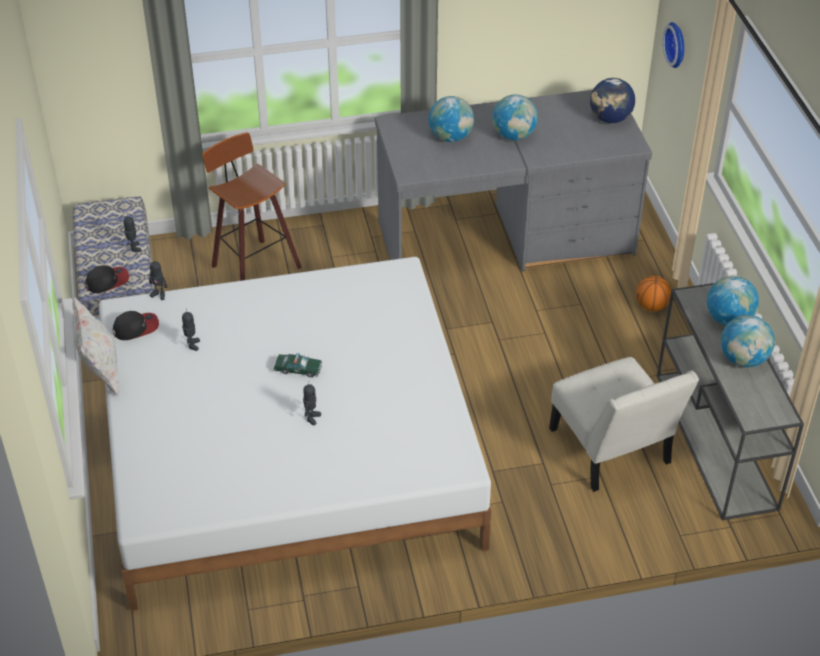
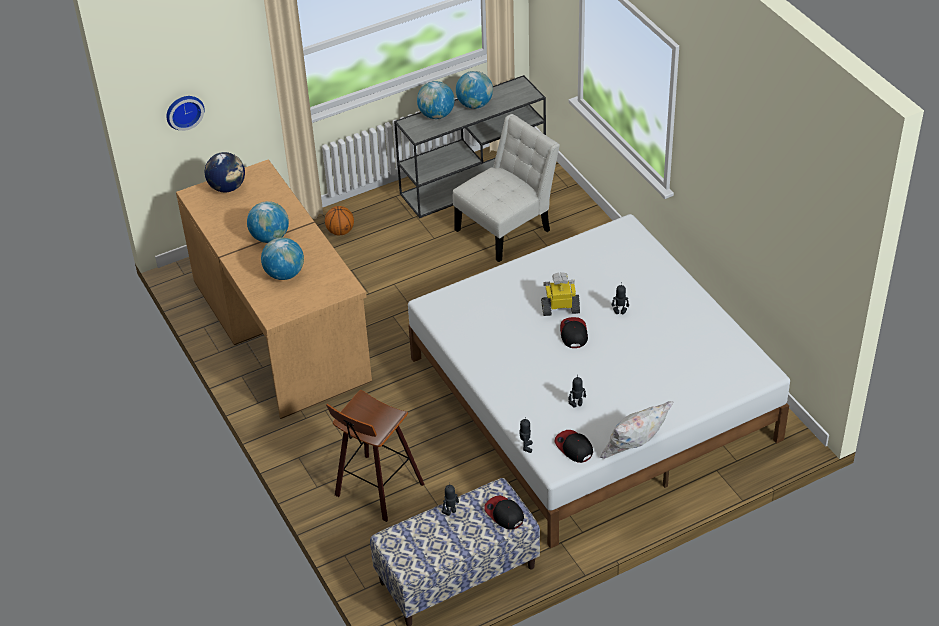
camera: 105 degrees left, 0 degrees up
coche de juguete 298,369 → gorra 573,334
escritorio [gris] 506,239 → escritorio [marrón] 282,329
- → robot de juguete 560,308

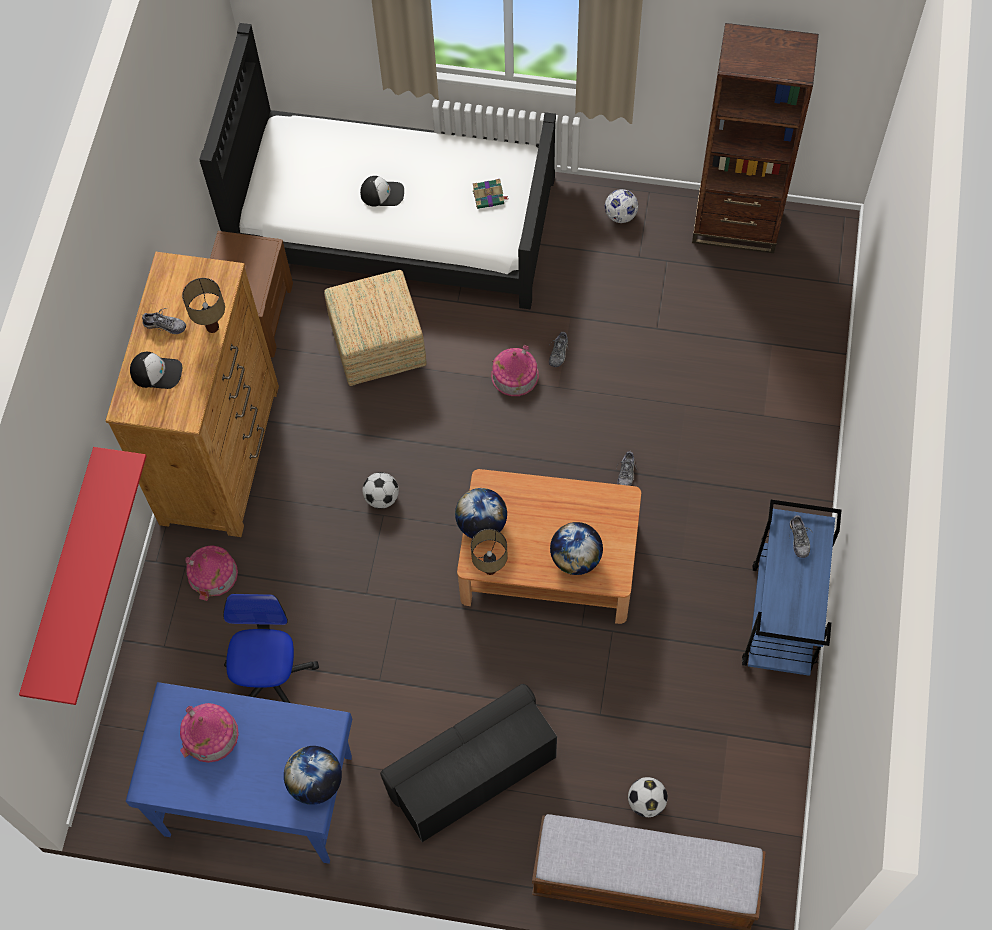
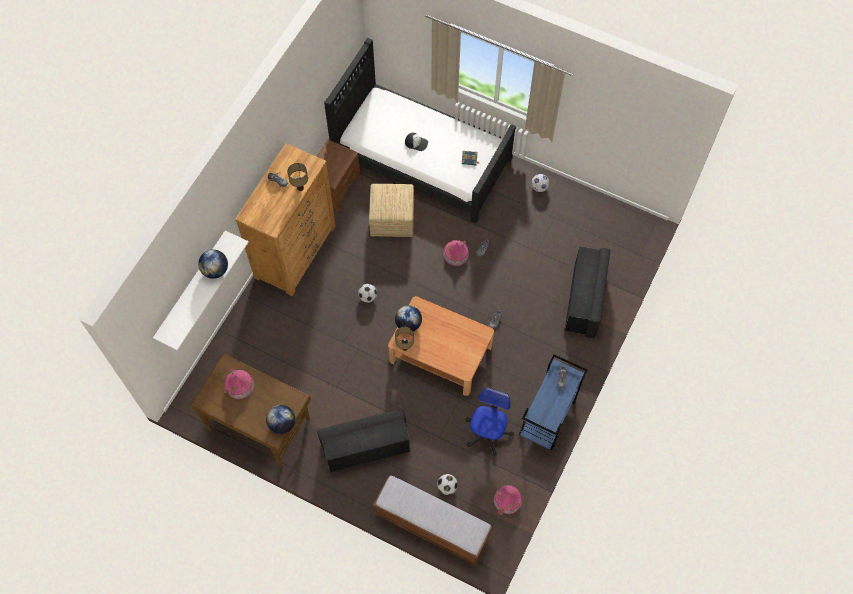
camera: 15 degrees right, 0 degrees up
estante [rojo] 63,575 → estante [blanco] 191,287
escritorio [azul] 258,793 → escritorio [marrón] 259,424
gorra 157,372 → -
casita 212,573 → casita 507,500, move
silla de oficina 270,676 → silla de oficina 487,432, move
globo terráqueo 575,558 → globo terráqueo 215,270, move
estantería [marrón] 736,224 → -
- → puf [negro] 584,299

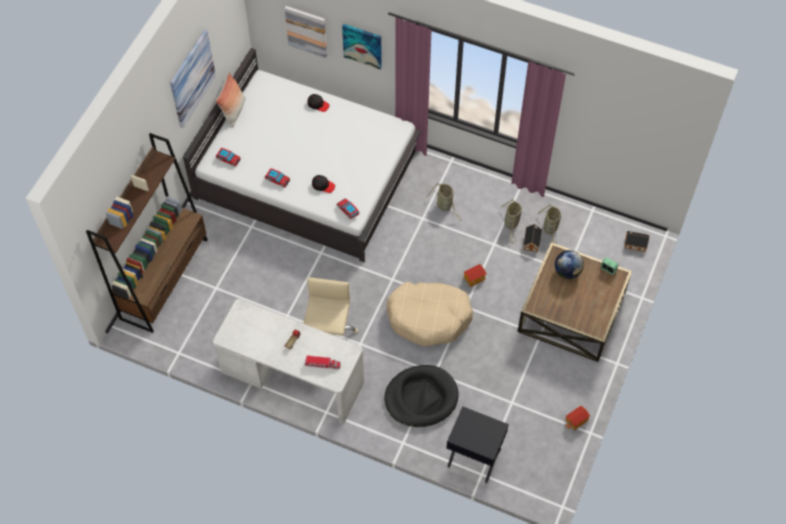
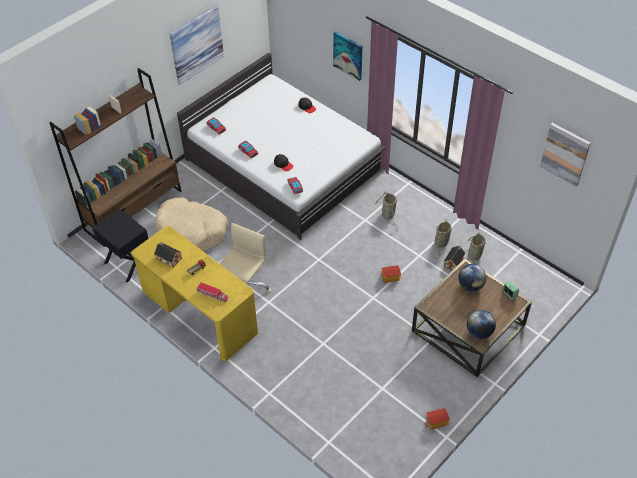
camera: 20 degrees right, 10 degrees down
escritorio [blanco] 292,378 → escritorio [amarillo] 198,312
cojín 234,111 → -
cuadro 307,31 → cuadro 565,154, move
cama para perro [negro] 421,397 → -
cama para perro [beis] 429,317 → cama para perro [beis] 192,231, move
mesita de noche [negro] 474,458 → mesita de noche [negro] 128,263, move
casita 634,243 → casita 168,258, move
- → globo terráqueo 479,332

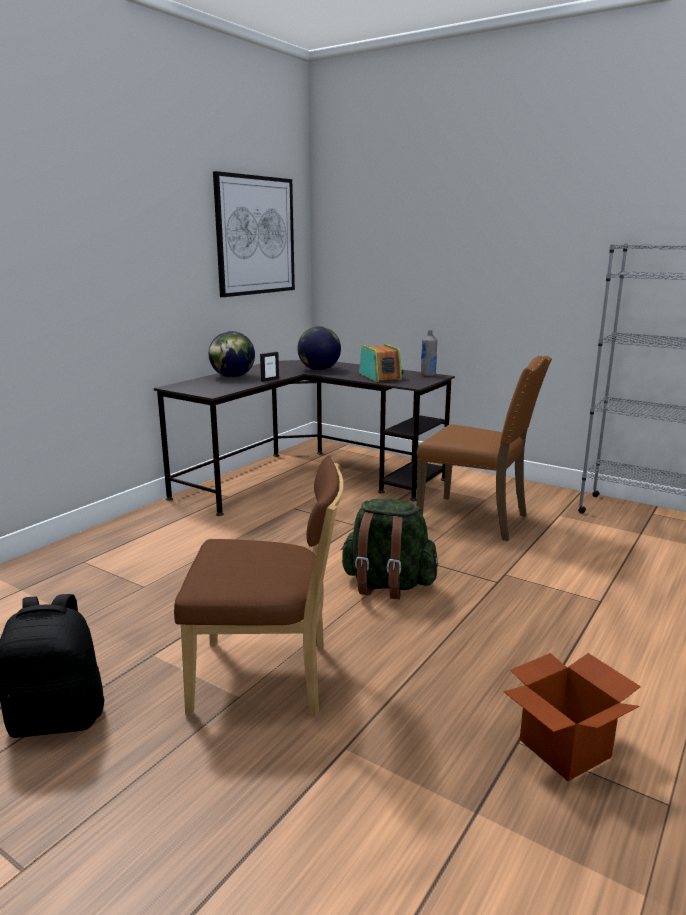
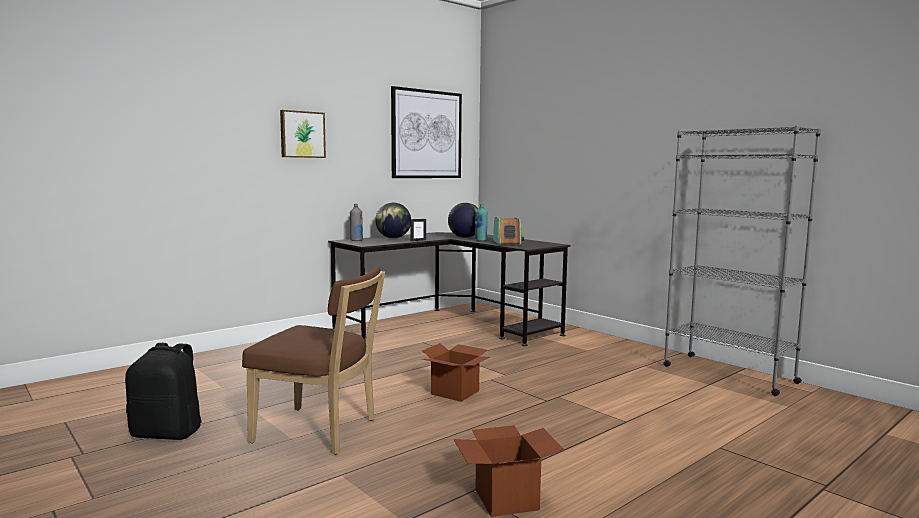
camera: 15 degrees right, 10 degrees down
mochila [verde] 387,585 → caja de cartón 454,392
silla [marrón] 475,519 → -
botella [gris] 428,375 → botella [gris] 356,240, move
- → cuadro 302,134
- → botella [turquesa] 480,240

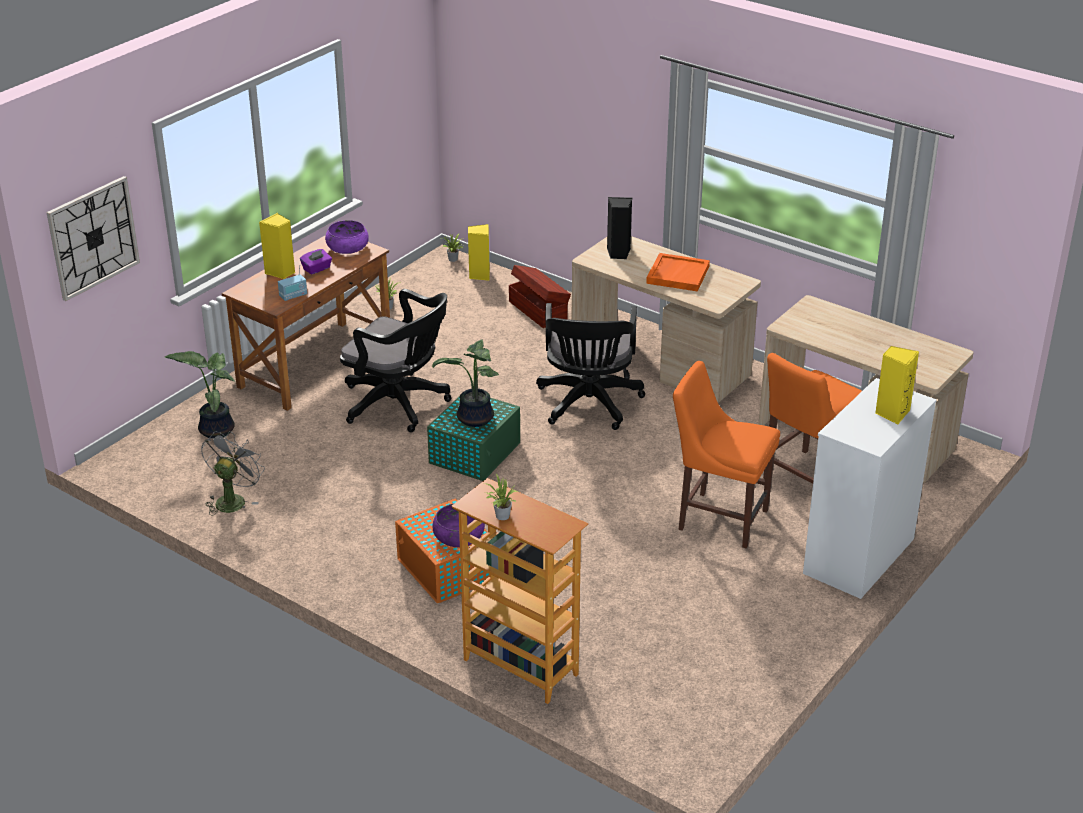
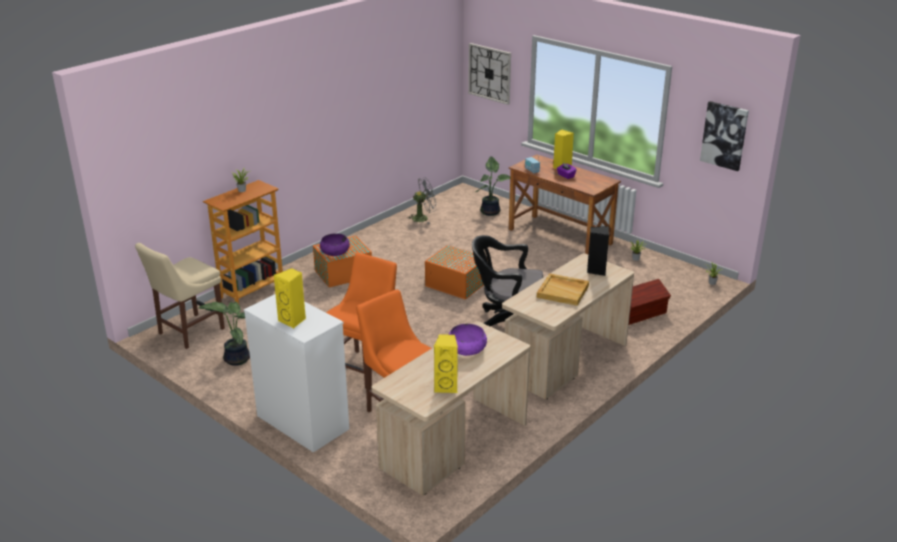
camera: 95 degrees right, 5 degrees down
ventilador [gris] 233,499 → ventilador [gris] 423,218, 45 degrees counterclockwise
cuenco [morado] 347,247 → cuenco [morado] 467,348, move
silla de oficina [negro] 399,405 → -
caja de almacenaje [verde] 475,452 → caja de almacenaje [naranja] 456,284
planta en maceta 474,419 → planta en maceta 235,359, move
altavoz [amarillo] 479,275 → altavoz [amarillo] 446,387, move
bandeja [naranja] 677,274 → bandeja [beis] 563,291
- → silla [beis] 188,332
- → cuadro 724,135

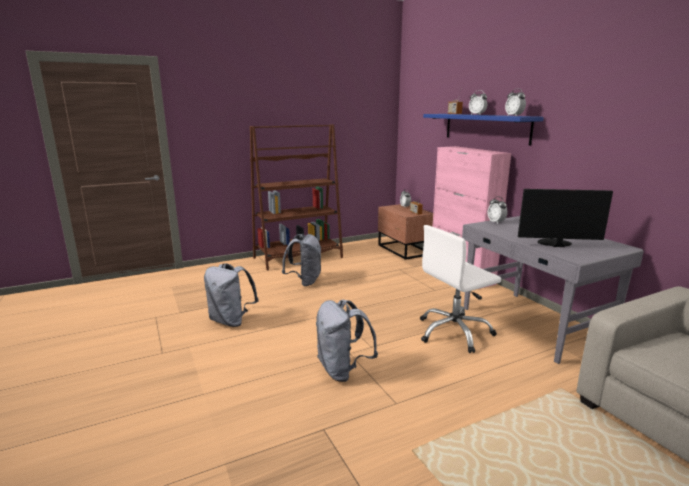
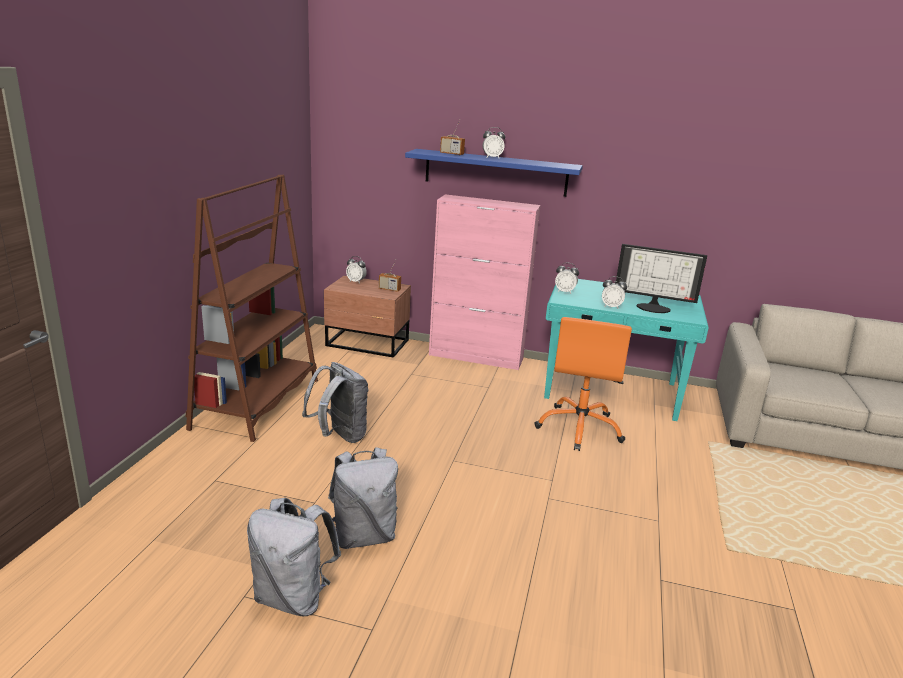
camera: 50 degrees left, 5 degrees up
mochila [gris] 342,370 → mochila [gris] 293,597, move
silla de oficina [blanco] 454,332 → silla de oficina [naranja] 580,428
escritorio [gris] 533,325 → escritorio [turquesa] 612,391
despertador 514,116 → despertador 611,307, move
monitor 554,244 → monitor 654,307, 120 degrees counterclockwise

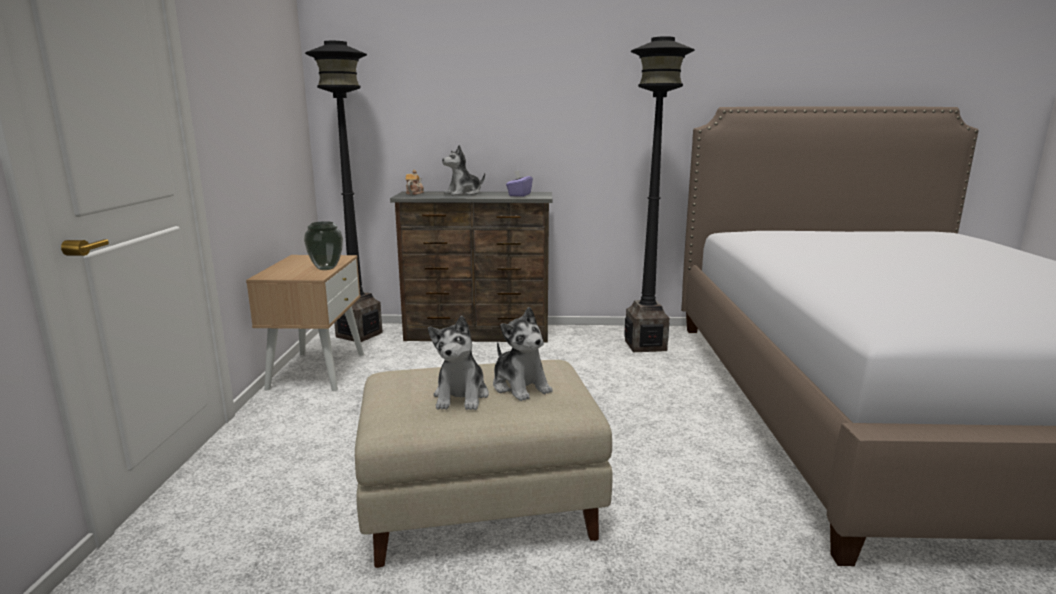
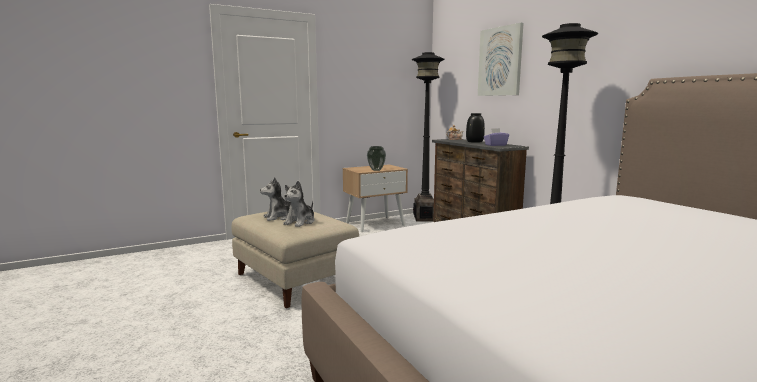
camera: 60 degrees right, 5 degrees down
peluche 464,193 → florero [negro] 475,142
- → cuadro 500,61

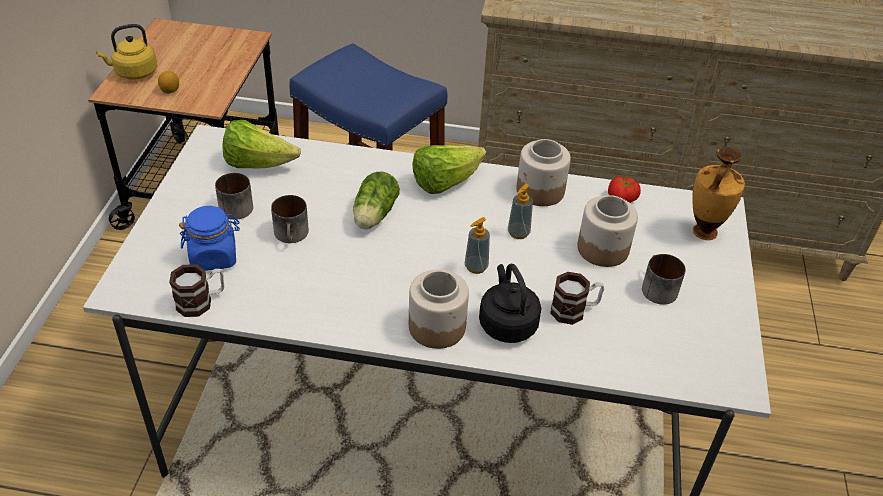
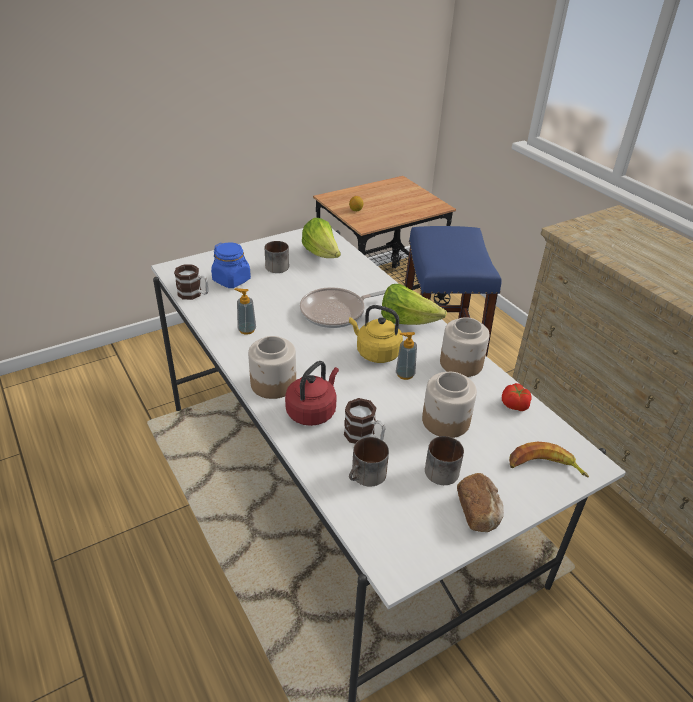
camera: 50 degrees right, 5 degrees down
hervidor [amarillo] 134,73 → hervidor [amarillo] 376,353, move
taza grande 292,235 → taza grande 366,477, move
lechuga 373,216 → sartén 336,312
dispensador de jabón 476,267 → dispensador de jabón 247,330, move
hervidor [negro] 506,323 → hervidor [rojo] 313,411
florero 703,232 → plátano 544,467
- → pan 479,511

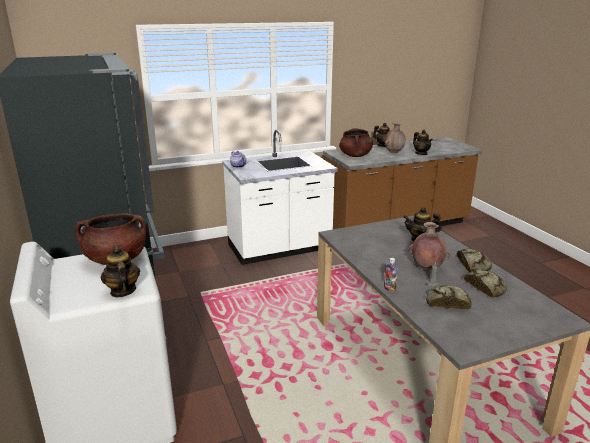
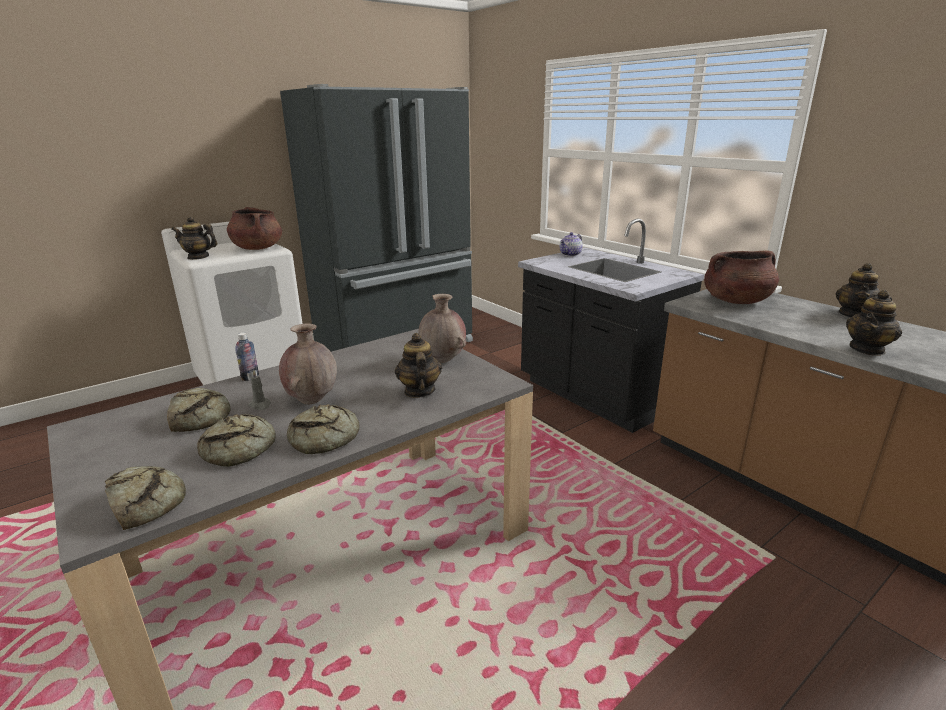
camera: 75 degrees right, 0 degrees up
tetera 122,291 → tetera 198,257, 135 degrees counterclockwise
mueble bajo de cocina [blanco] 279,248 → mueble bajo de cocina [negro] 595,396
florero [marrón] 394,152 → florero [marrón] 443,359, move
- → pan 145,501

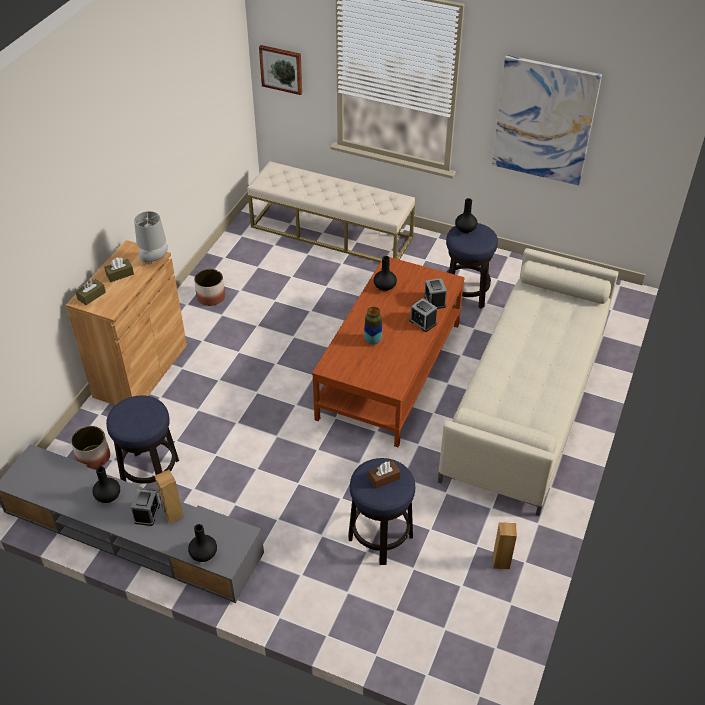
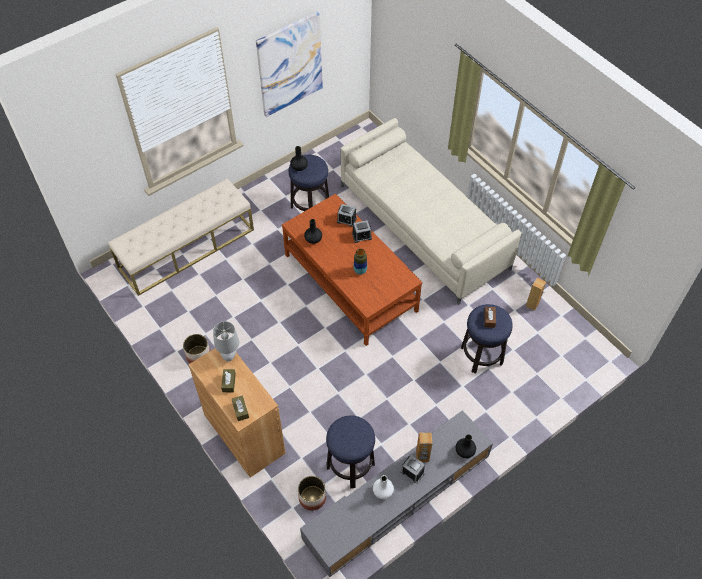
camera: 60 degrees left, 10 degrees up
florero [negro] 108,496 → florero [blanco] 383,491
cuadro 281,69 → -

